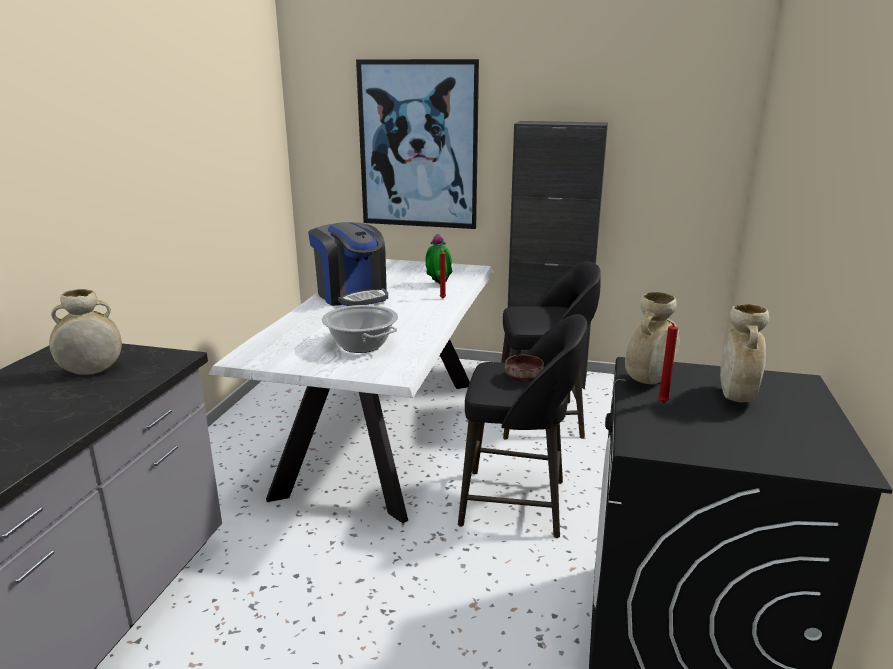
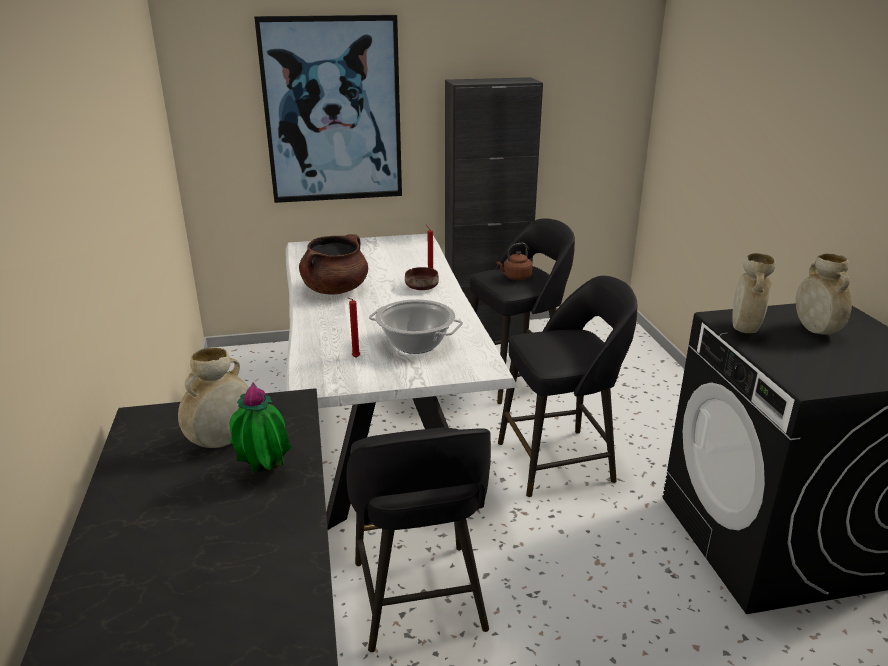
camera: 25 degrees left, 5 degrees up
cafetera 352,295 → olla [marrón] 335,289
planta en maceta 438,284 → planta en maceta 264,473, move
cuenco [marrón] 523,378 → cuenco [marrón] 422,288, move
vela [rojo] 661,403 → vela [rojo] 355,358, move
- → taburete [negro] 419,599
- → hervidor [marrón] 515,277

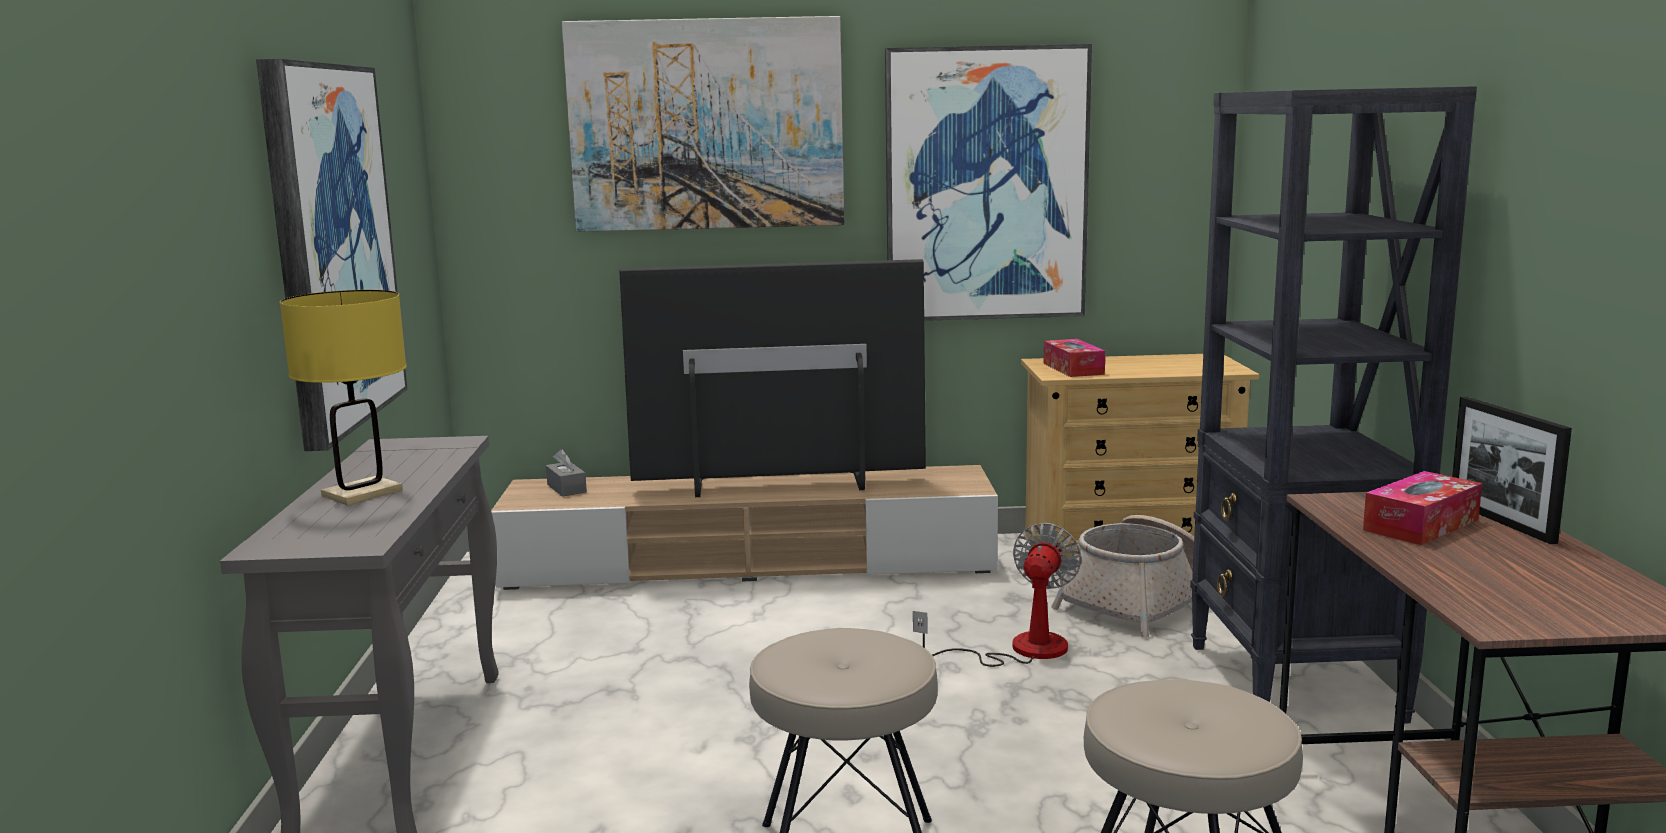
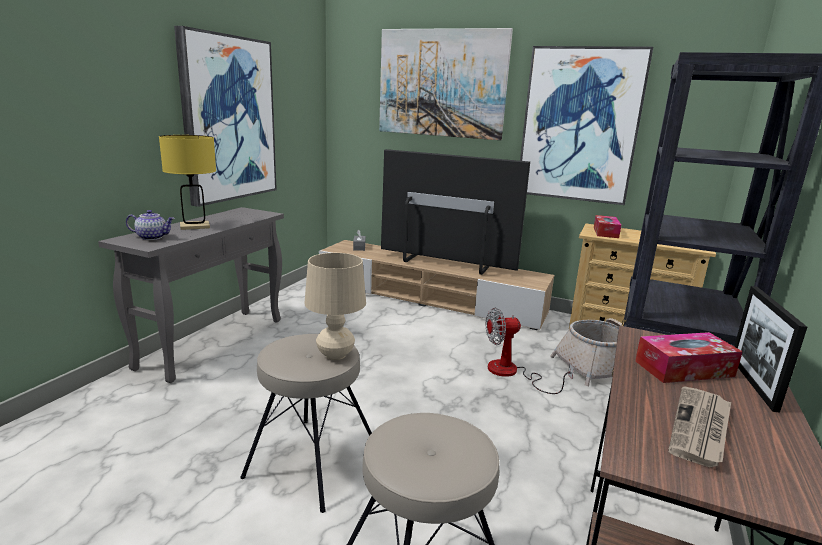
camera: 25 degrees right, 5 degrees up
ventilador 1019,650 → ventilador 512,373, 150 degrees counterclockwise
- → tetera 153,237
- → lámpara de mesa [beis] 335,355
- → periódico 700,428

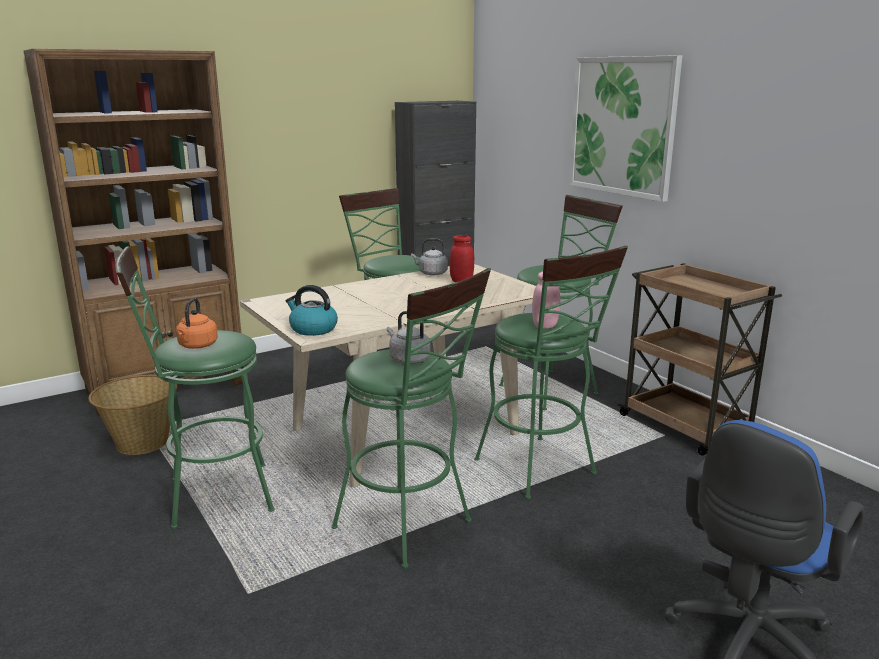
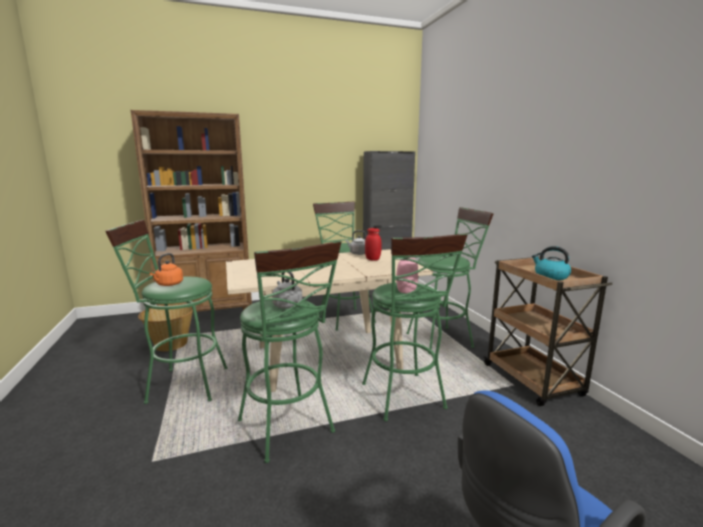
camera: 15 degrees right, 5 degrees down
hervidor 312,329 → hervidor 550,276, move
cuadro 622,126 → -

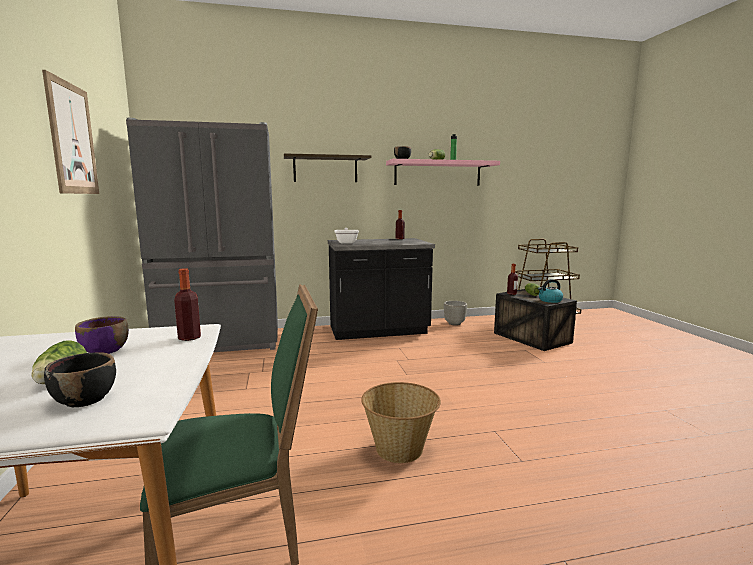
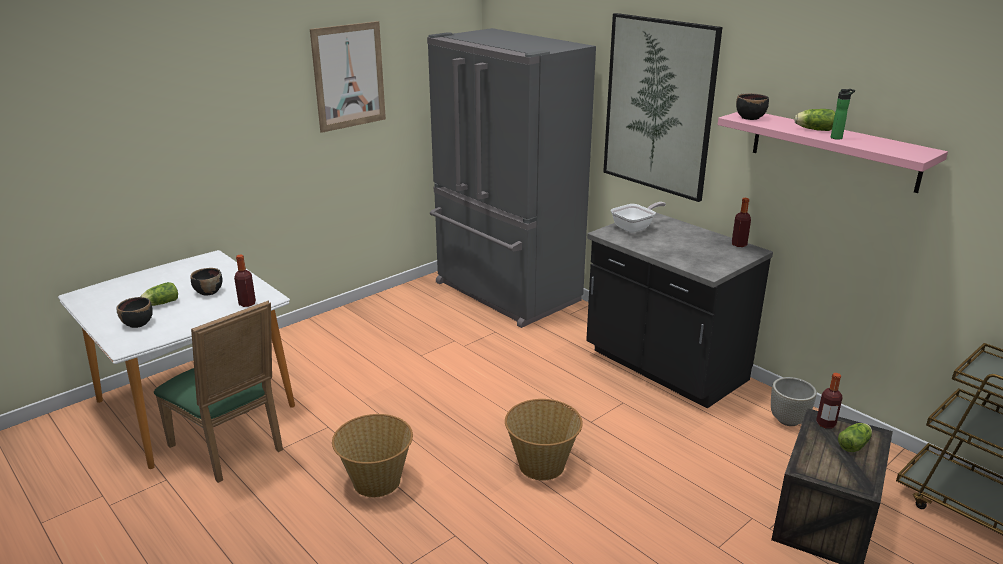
camera: 60 degrees right, 15 degrees up
cuenco [morado] 105,351 → cuenco [negro] 208,292
estante 325,169 → cuadro 658,106
hervidor 550,300 → -
- → cesta 542,464

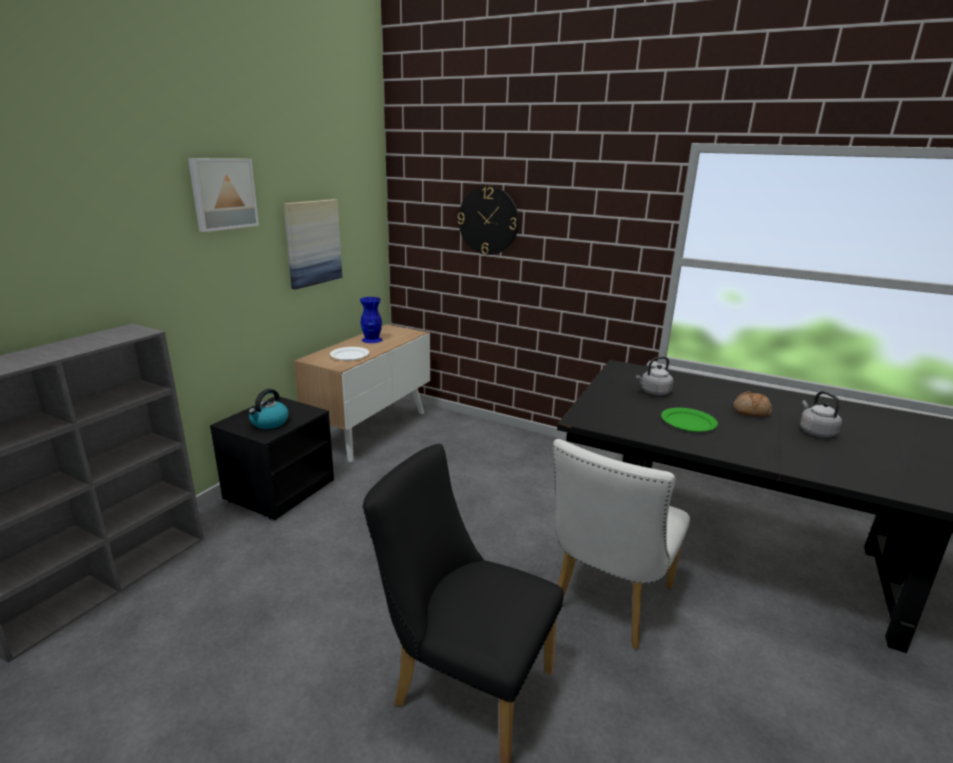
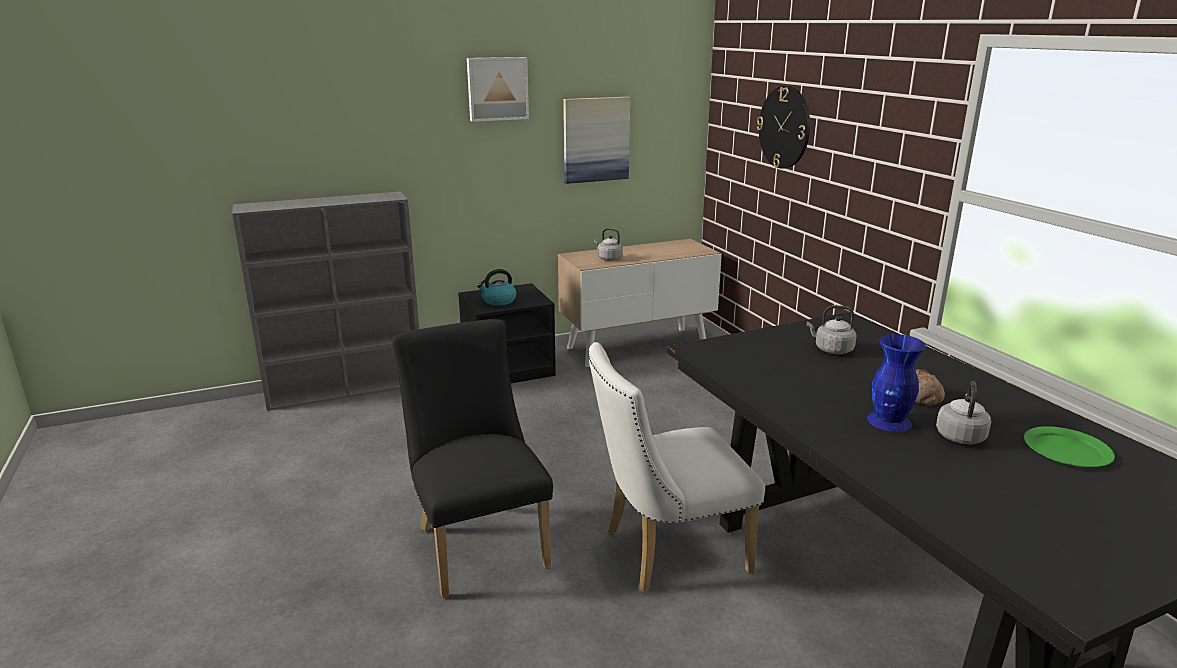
camera: 40 degrees right, 0 degrees up
plato [blanco] 349,355 → hervidor [gris] 608,259
florero [azul] 372,340 → florero [azul] 889,421, move
plato [verde] 688,422 → plato [verde] 1066,451, move

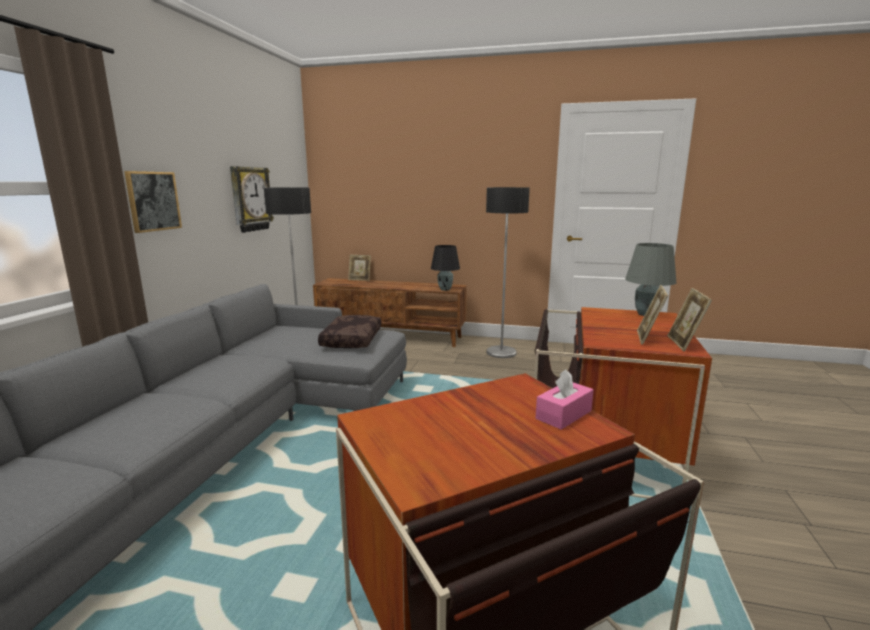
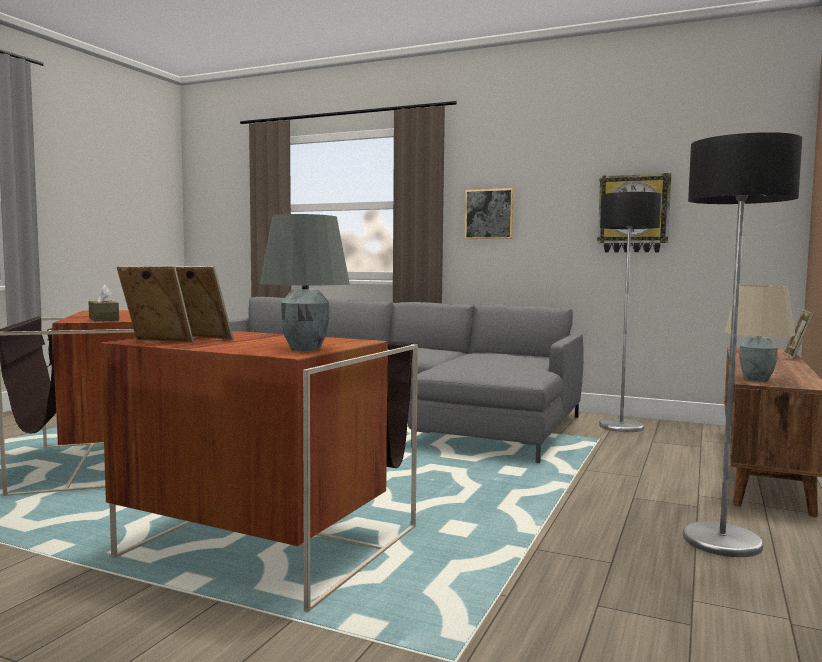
camera: 100 degrees right, 10 degrees down
cojín [marrón] 351,339 → -
lámpara de mesa [negro] 444,289 → lámpara de mesa [beis] 756,379
caja de pañuelos [rosa] 563,415 → caja de pañuelos [marrón] 103,319

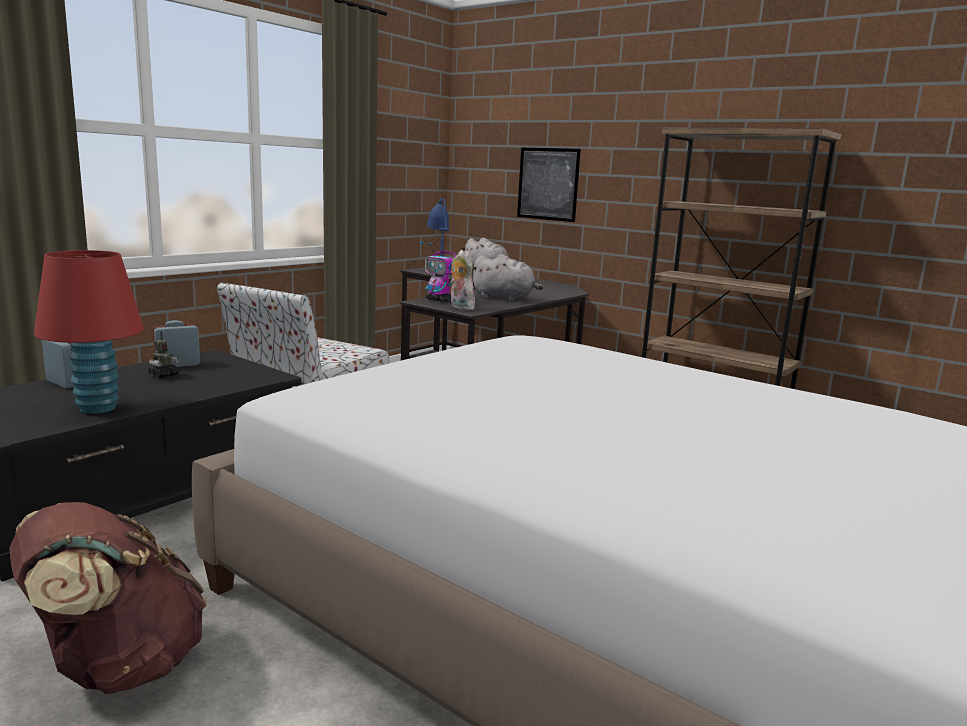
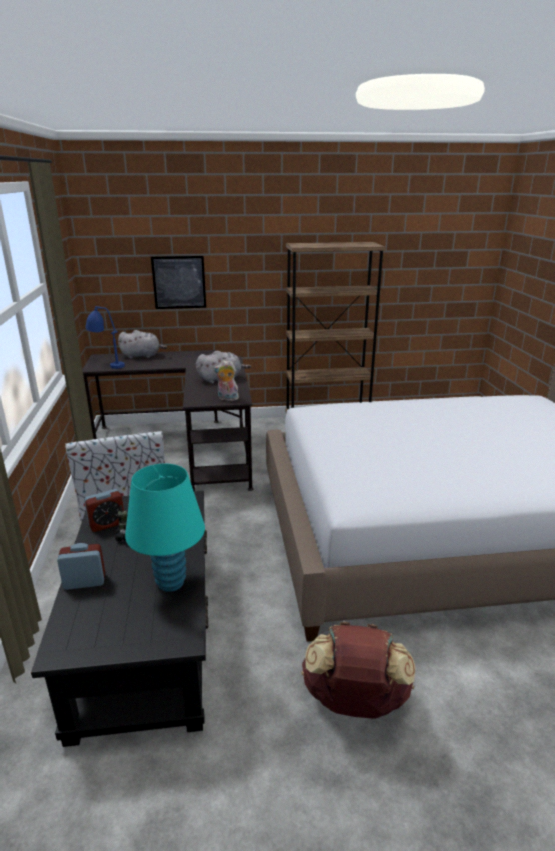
camera: 45 degrees left, 10 degrees up
lámpara de mesa [rojo] 98,408 → lámpara de mesa [turquesa] 171,582
despertador 177,364 → despertador 107,524, 135 degrees counterclockwise
robot de juguete 438,300 → -

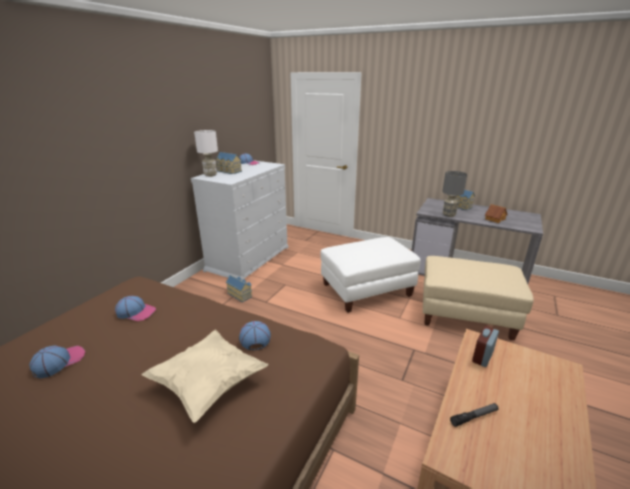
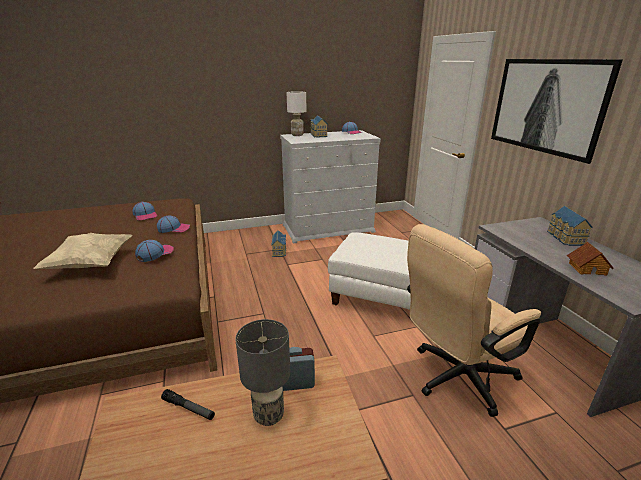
camera: 45 degrees right, 0 degrees up
gorra 59,362 → gorra 174,228, move
puf [beis] 465,315 → silla de oficina [beis] 455,378
lámpara de mesa [gris] 449,215 → lámpara de mesa [gris] 268,416, move
- → cuadro 547,106

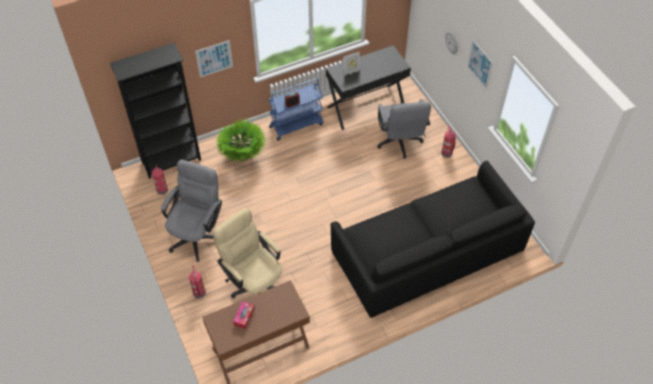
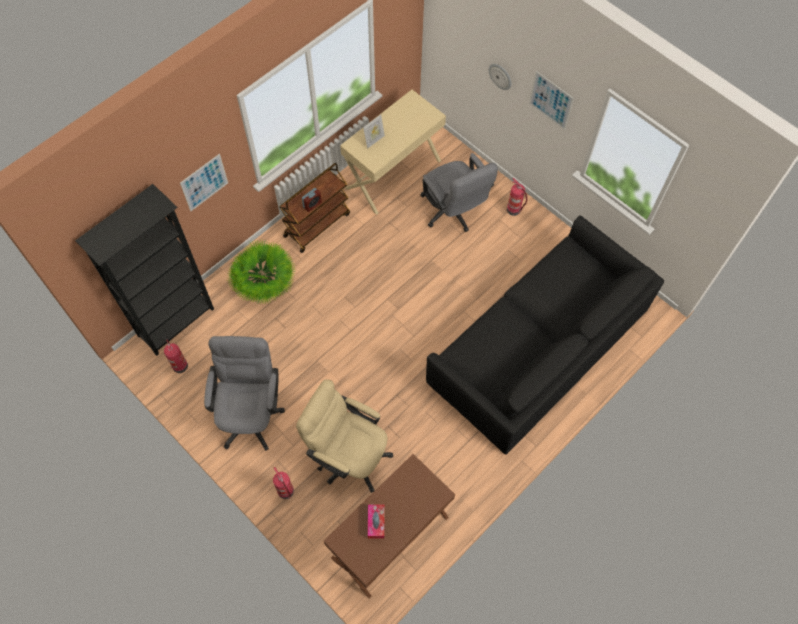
camera: 20 degrees left, 10 degrees up
carrito [azul] 296,125 → carrito [marrón] 317,224
escritorio [negro] 366,106 → escritorio [beis] 393,173

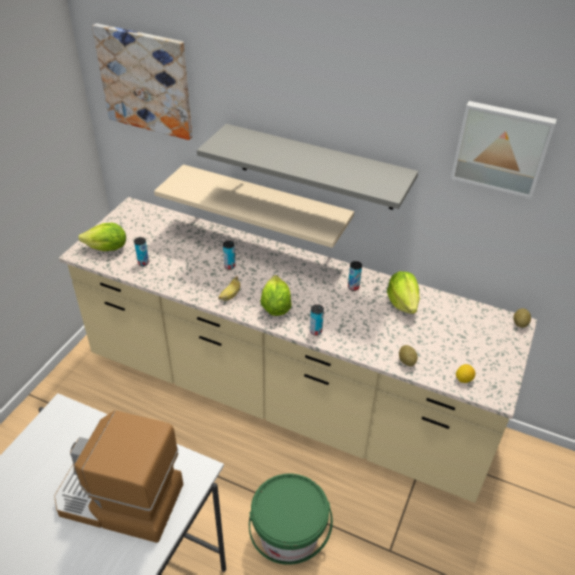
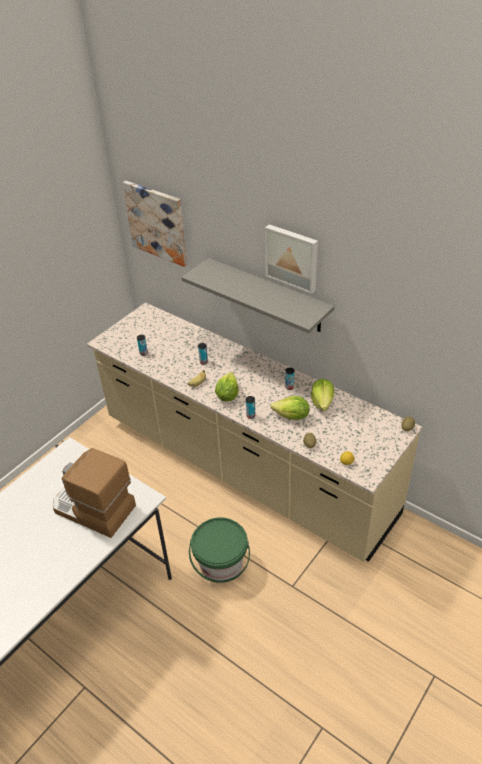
camera: 15 degrees right, 0 degrees up
lechuga 107,249 → lechuga 292,416, move
estante [beis] 265,205 → -
cuadro 501,148 → cuadro 292,257, move

